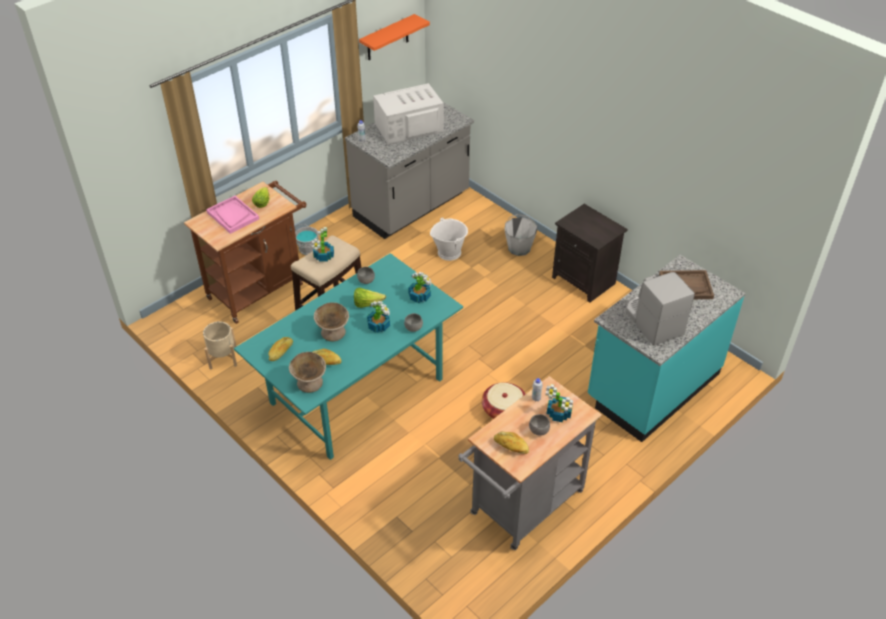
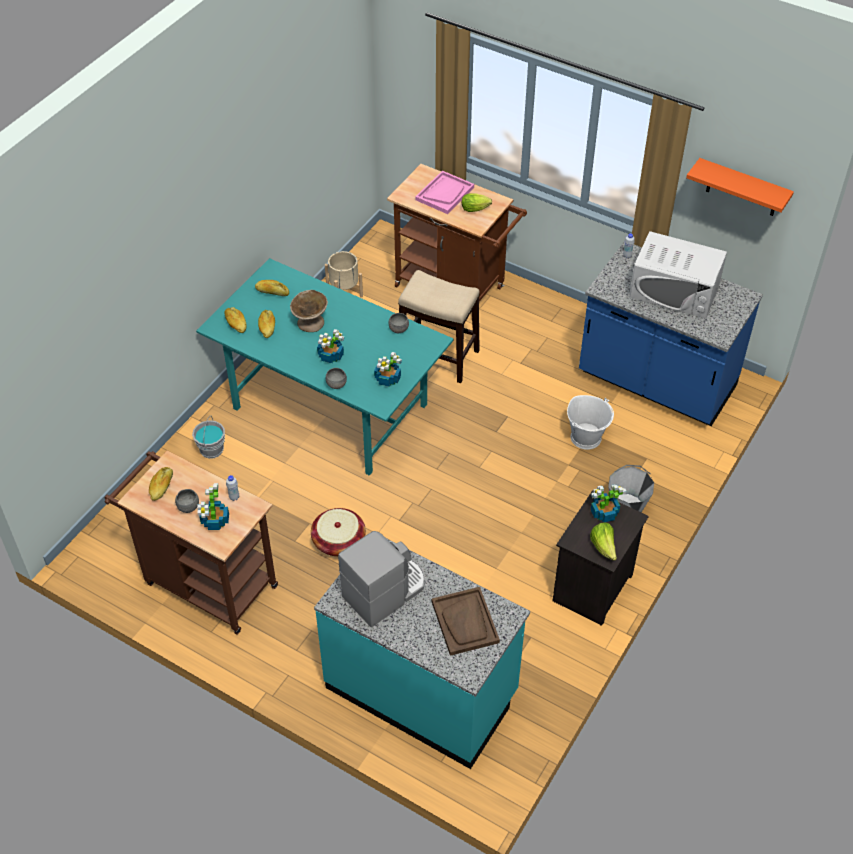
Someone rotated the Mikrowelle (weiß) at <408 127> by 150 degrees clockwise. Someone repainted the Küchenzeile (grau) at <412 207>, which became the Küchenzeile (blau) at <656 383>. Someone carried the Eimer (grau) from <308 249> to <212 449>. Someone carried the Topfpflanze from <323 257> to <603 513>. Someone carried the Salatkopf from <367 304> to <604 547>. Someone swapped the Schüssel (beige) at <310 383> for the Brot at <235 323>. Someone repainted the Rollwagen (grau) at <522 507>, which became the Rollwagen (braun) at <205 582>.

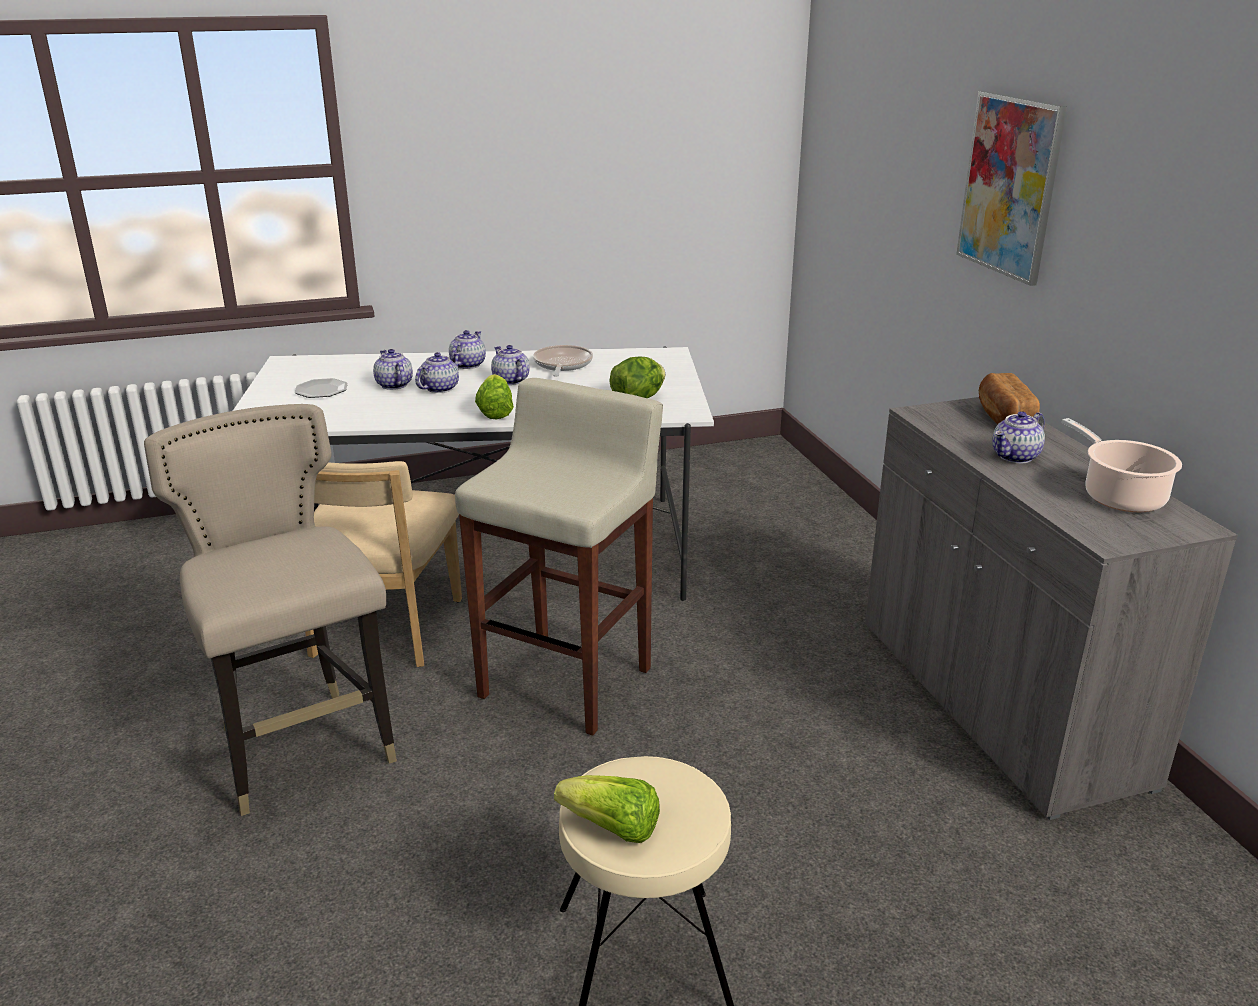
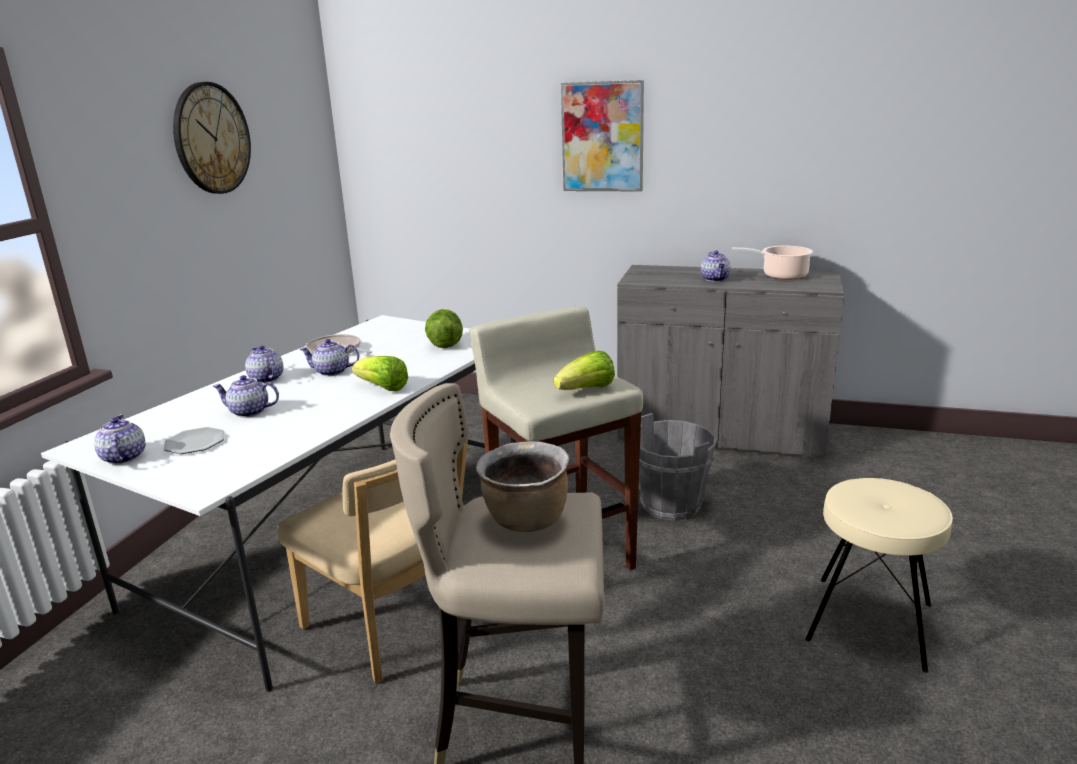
Someone carried the Teekanne from <439 388> to <123 458>. Someone took away the Brot at <1003 418>. Someone carried the Salatkopf from <612 828> to <587 390>. Someone put up the Wanduhr at <211 138>. Someone put down the Eimer (grau) at <671 505>. Someone put down the Kochtopf (braun) at <526 521>.

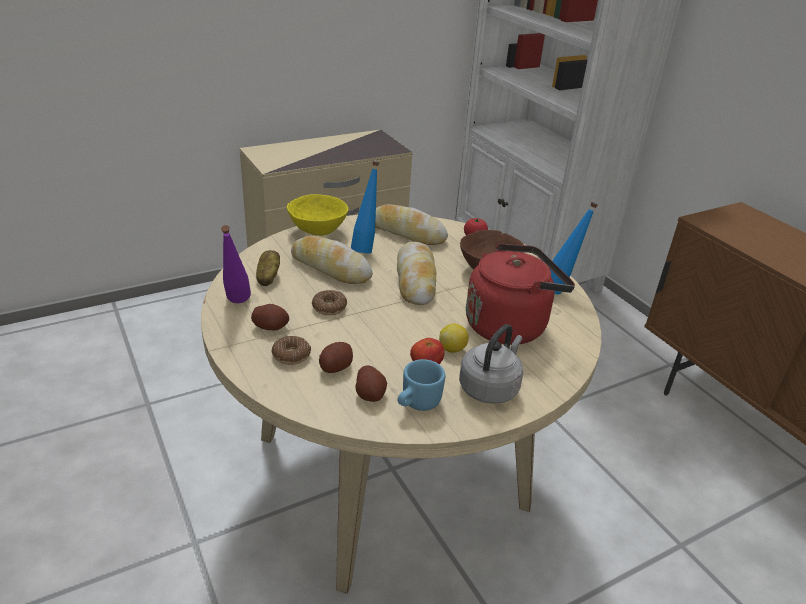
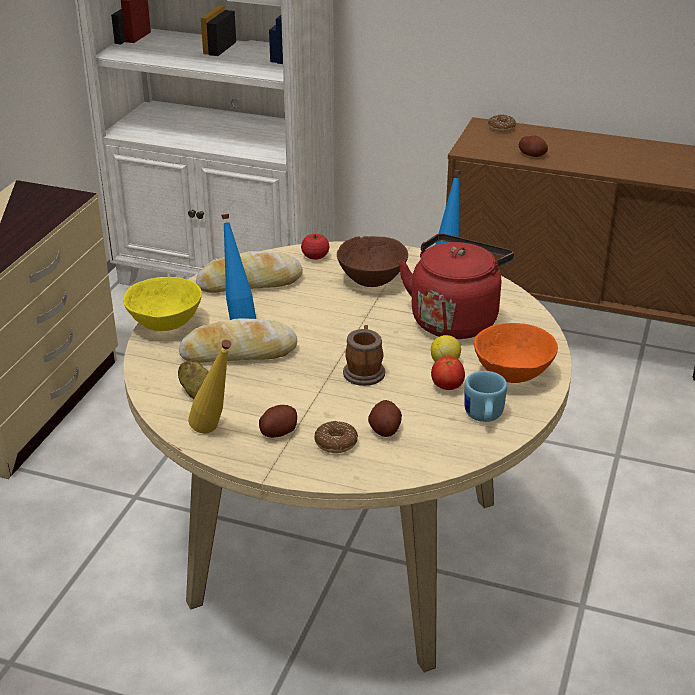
Someone repainted the Flasche (lila) at <237 305>, which became the Flasche (gelb) at <215 433>. Someone took away the Brot at <415 280>. Someone carried the Donut from <329 307> to <501 128>. Someone swapped the Wasserkessel (grau) at <490 387> for the Schüssel (orange) at <512 374>. Someone carried the Kartoffel from <370 394> to <532 155>. Someone put down the Henkelbecher at <364 371>.

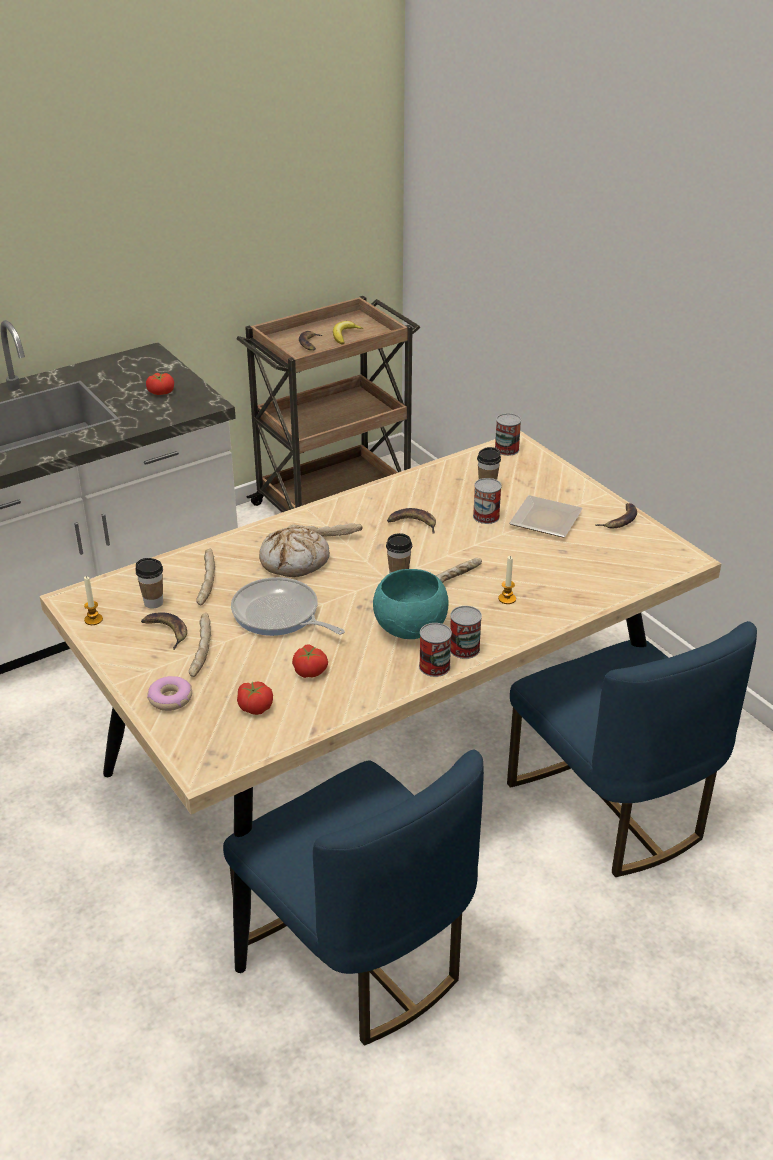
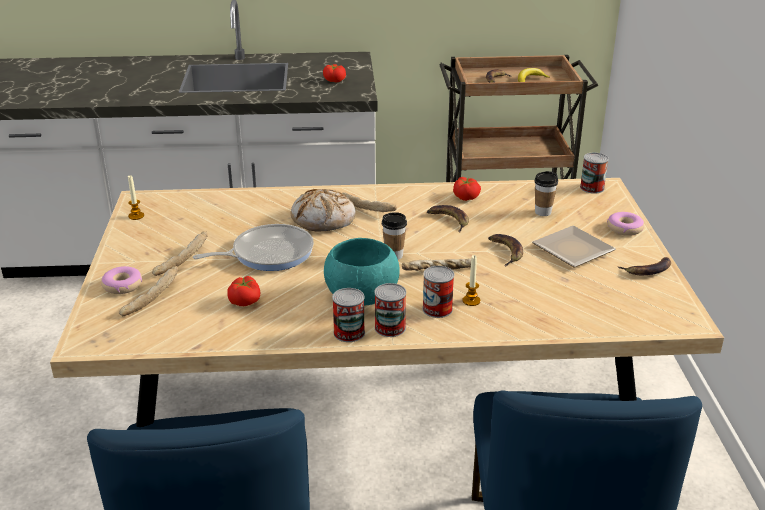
Someone carried the Dose from <486 516> to <437 309>. Someone carried the Brot from <205 583> to <150 298>. Someone took away the Tasse at <153 603>. Someone rotated the Pfanne at <279 615> by 90 degrees clockwise. Someone carried the Banane from <166 631> to <505 252>. Someone carried the Tomate from <255 706> to <466 197>. Someone put down the Donut at <625 228>.

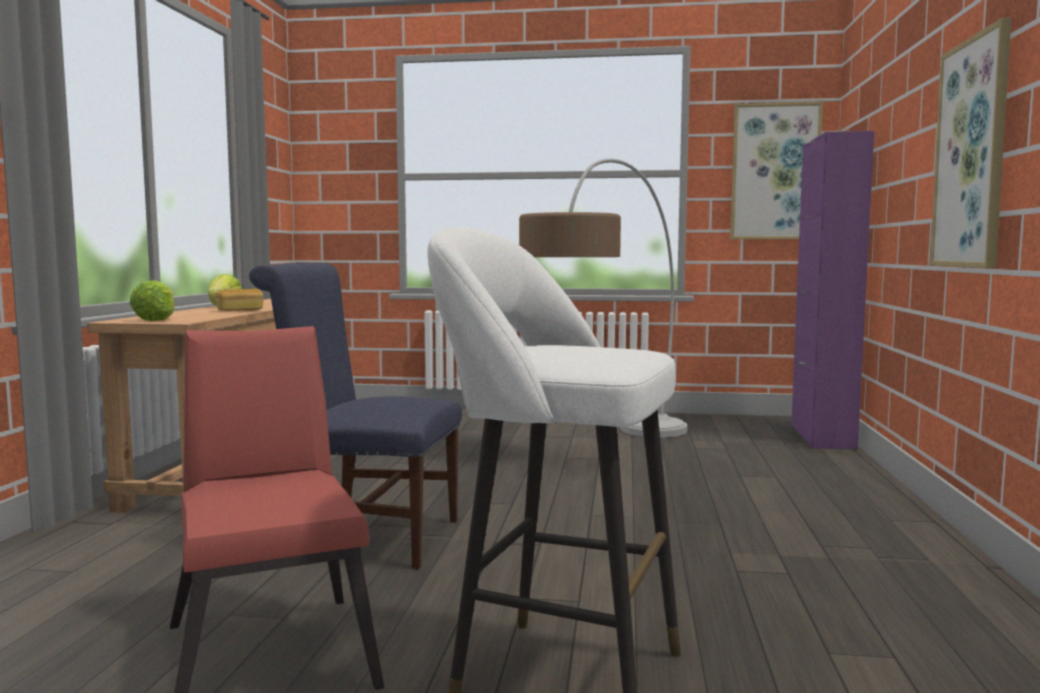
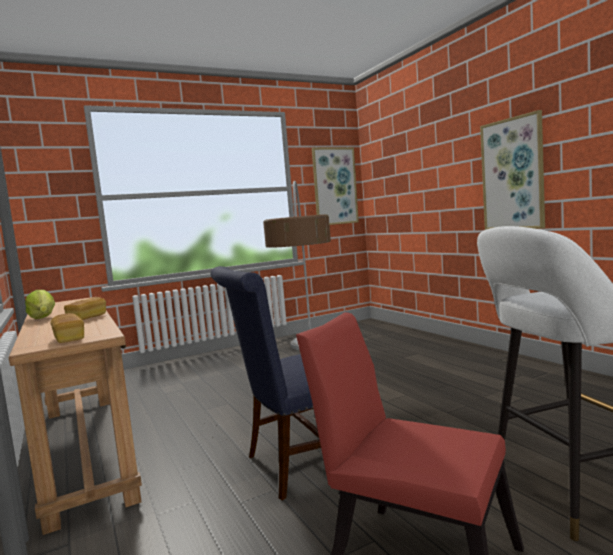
Someone took away the Schrank (lila) at <822 437>. Someone swapped the Salatkopf at <156 320> for the Brot at <69 339>.

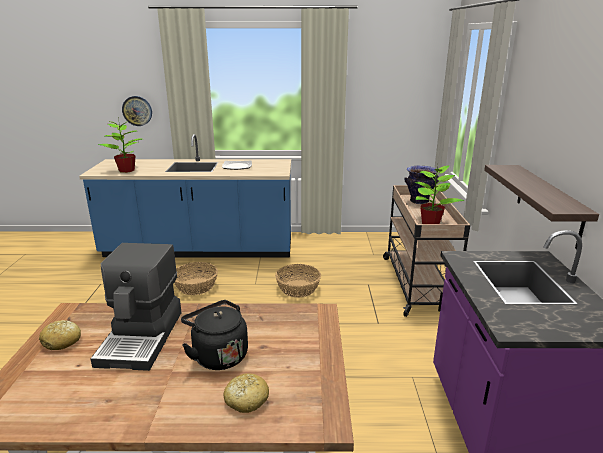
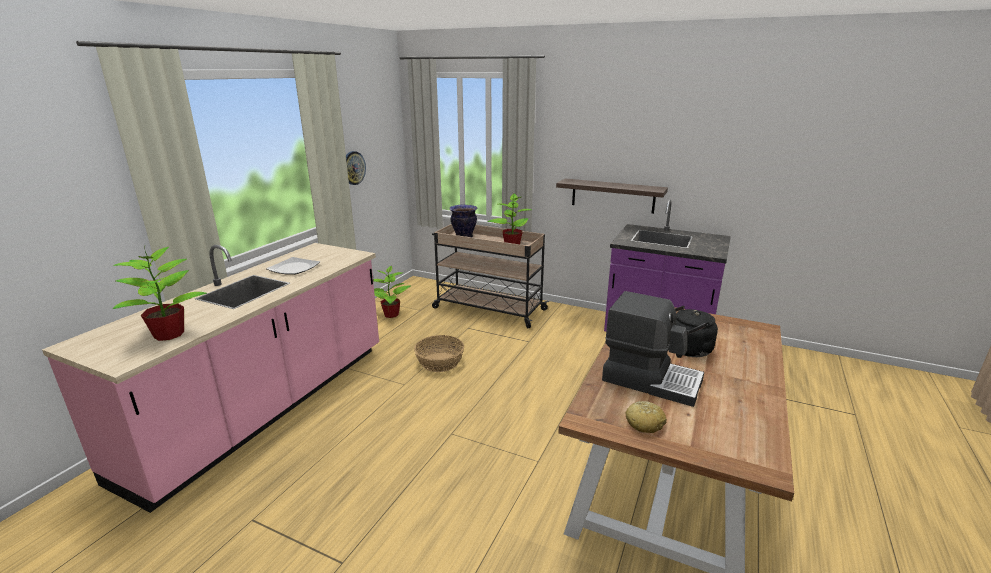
Someone carried the Wanduhr from <137 111> to <353 168>. Someone repainted the Küchenzeile (blau) at <199 250>, which became the Küchenzeile (rosa) at <267 407>. Someone took away the Korb at <196 286>. Someone took away the Brot at <246 400>. Someone put down the Topfpflanze at <390 314>.

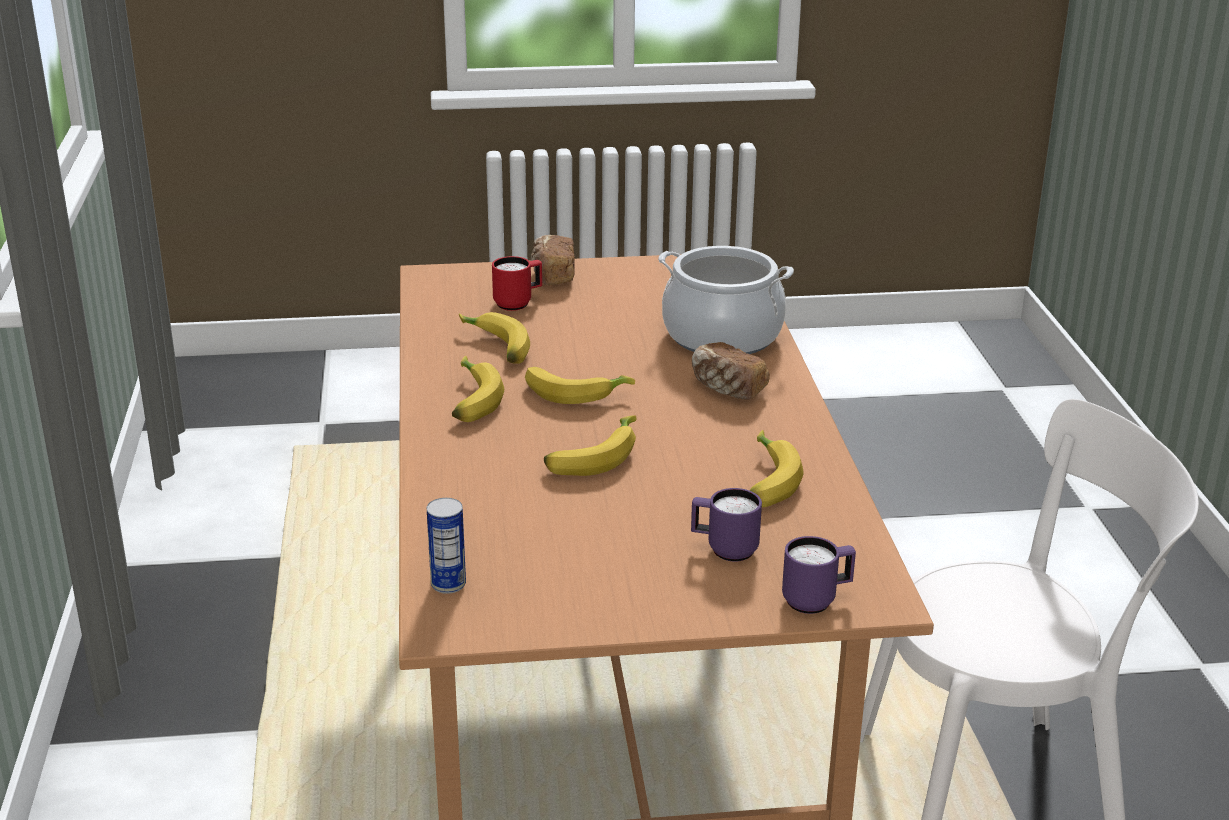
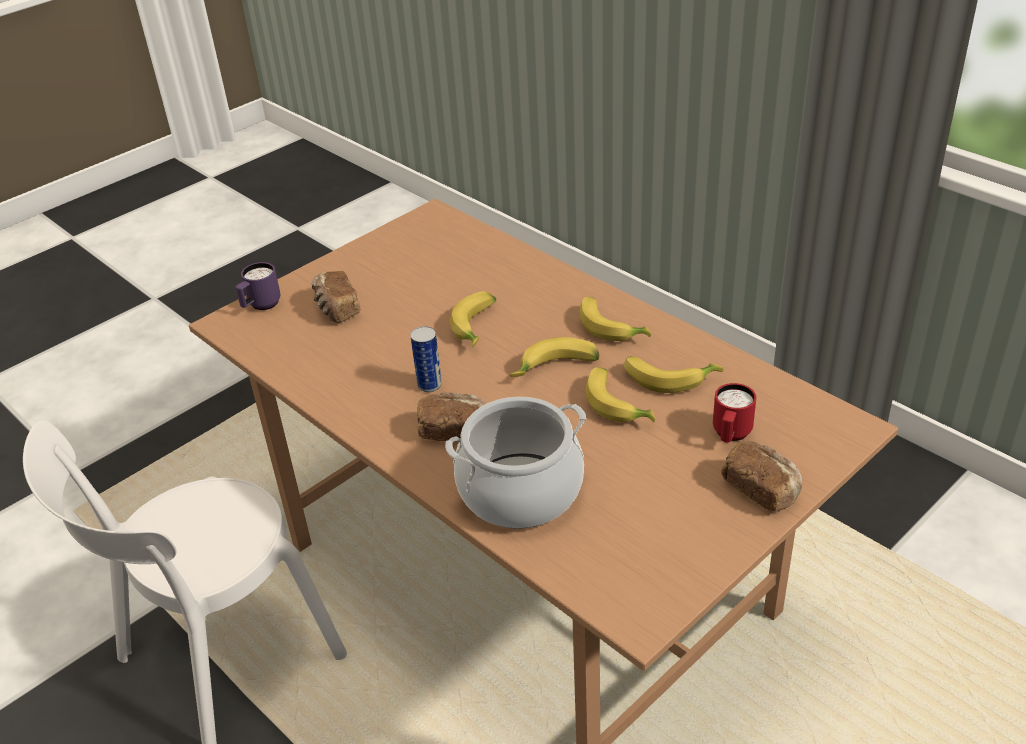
Someone carried the Banane from <764 481> to <618 404>. Someone swapped the Henkelbecher (lila) at <724 549> for the Brot at <336 309>. Someone carried the Dose from <448 584> to <429 385>.

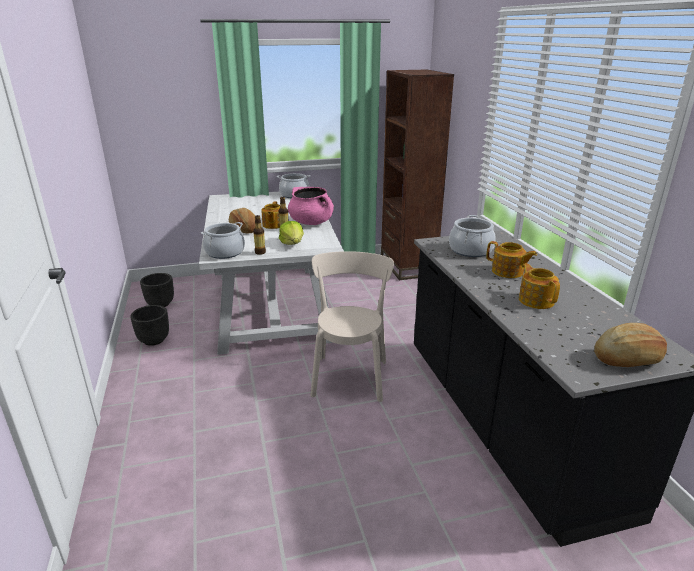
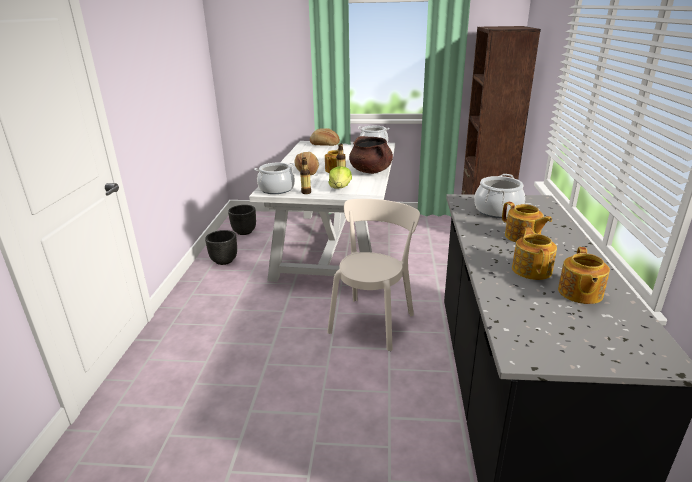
Someone repainted the Kochtopf (rosa) at <311 222>, which became the Kochtopf (braun) at <371 171>. Someone carried the Brot from <628 359> to <324 144>. Someone put down the Teekanne at <579 293>.

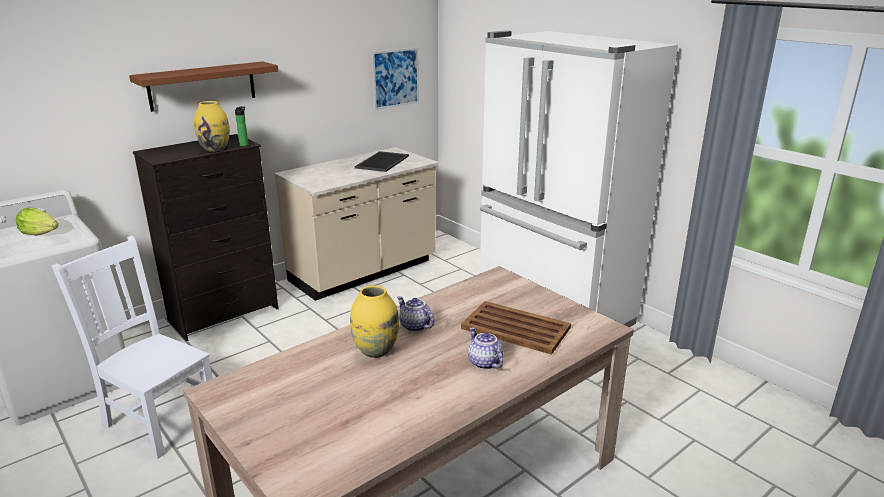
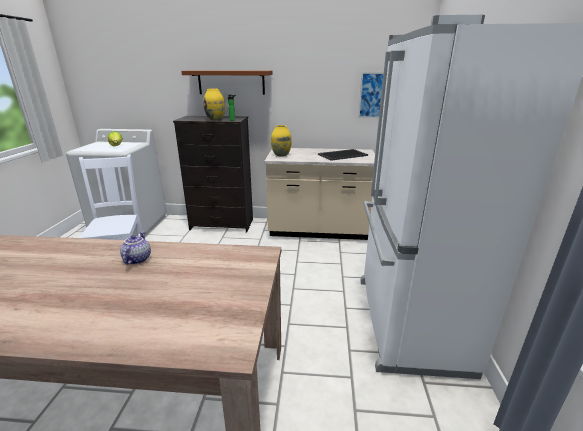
Someone carried the Vase (gelb) from <375 350> to <281 155>. Someone took away the Tablett (braun) at <515 328>. Someone took away the Teekanne at <483 362>.

